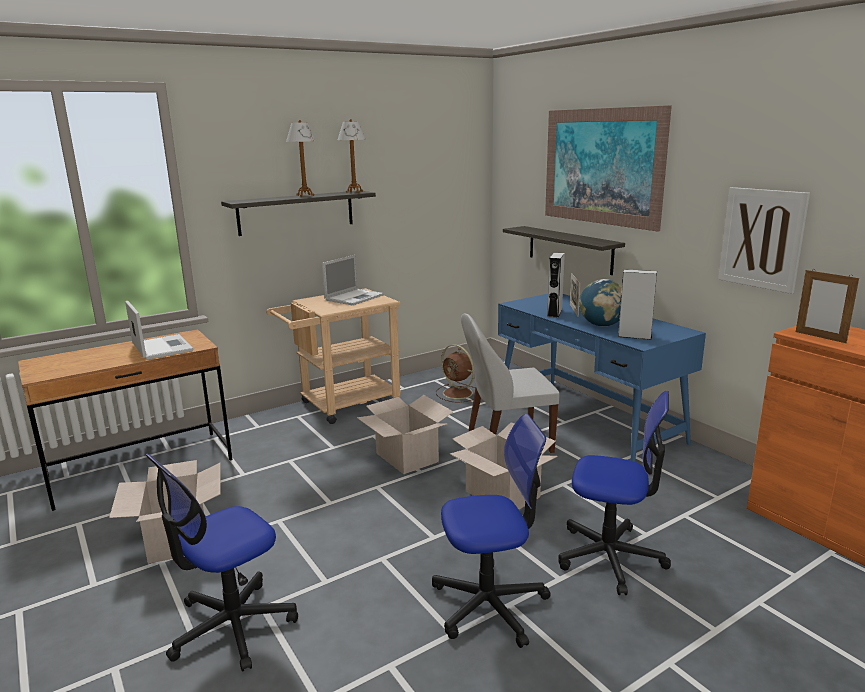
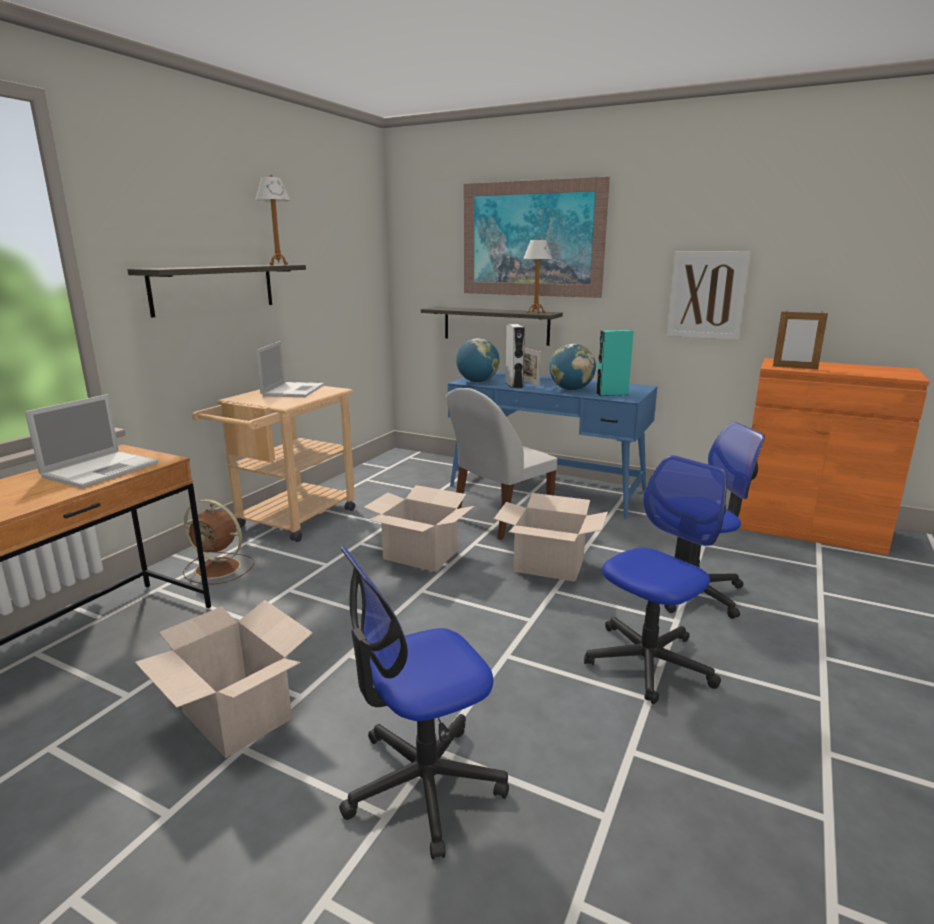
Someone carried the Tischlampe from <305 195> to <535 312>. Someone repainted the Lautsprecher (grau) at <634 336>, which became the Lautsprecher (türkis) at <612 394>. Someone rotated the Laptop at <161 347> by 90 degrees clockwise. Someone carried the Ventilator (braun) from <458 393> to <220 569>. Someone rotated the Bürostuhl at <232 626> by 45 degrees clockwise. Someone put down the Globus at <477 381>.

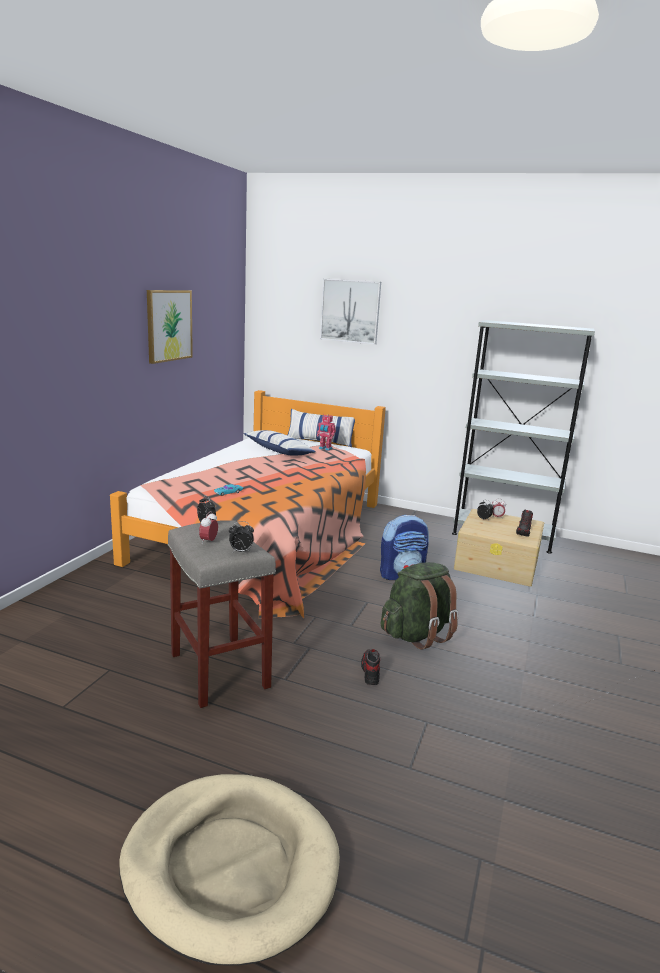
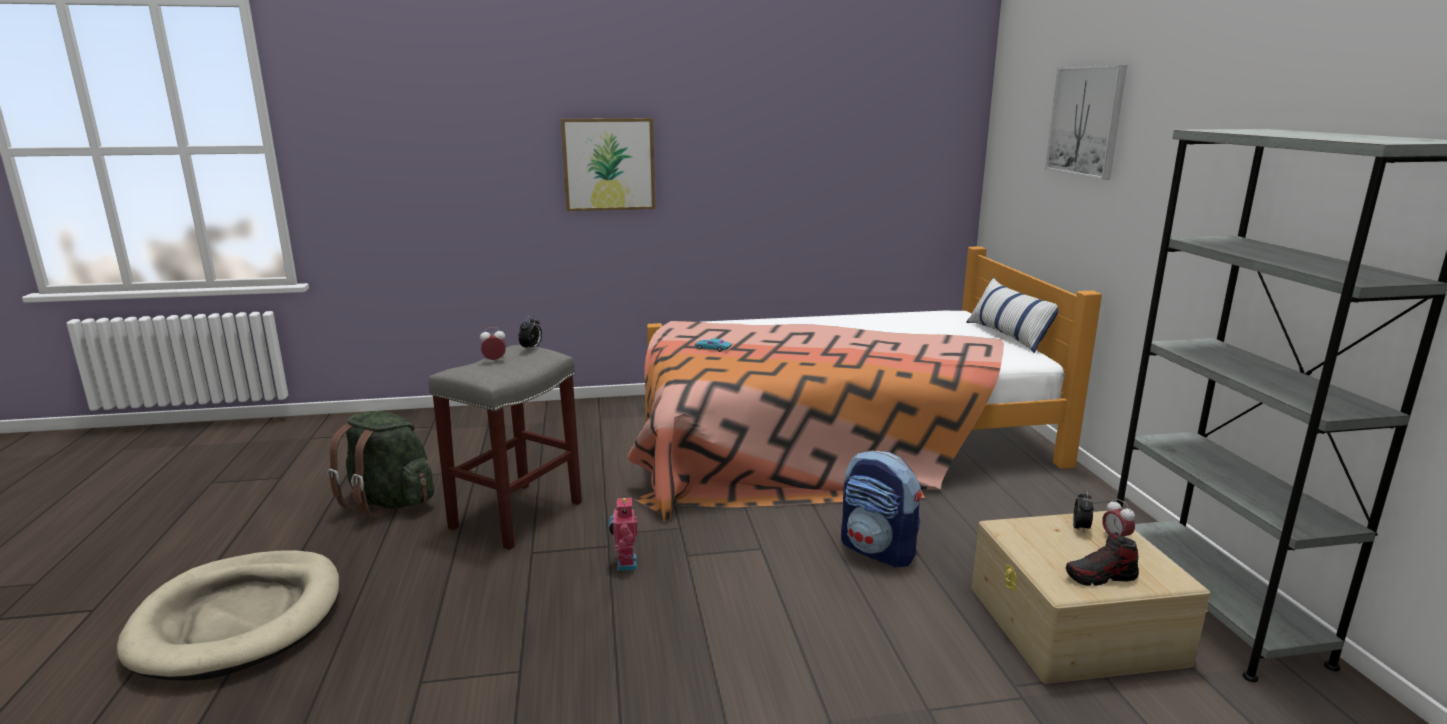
Someone carried the Bild from <169 325> to <609 164>. Someone carried the Spielzeugroboter from <325 449> to <625 564>. Someone took away the Kissen at <278 451>. Someone took away the Wecker at <241 551>. Someone carried the Rucksack (grün) from <417 634> to <389 502>. Someone took away the Schuh at <370 672>.

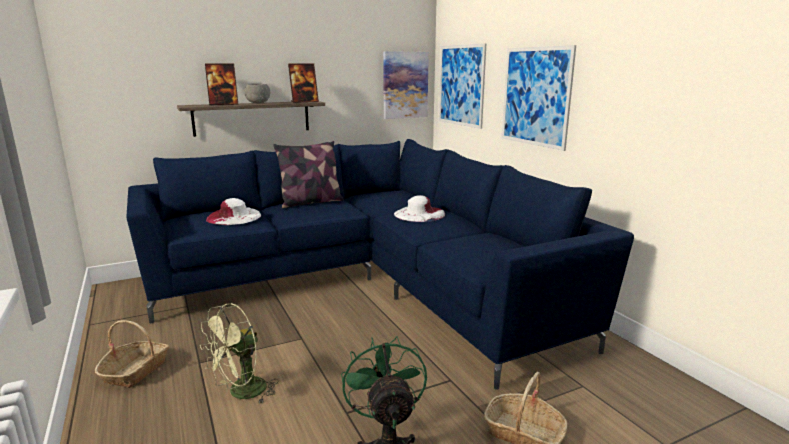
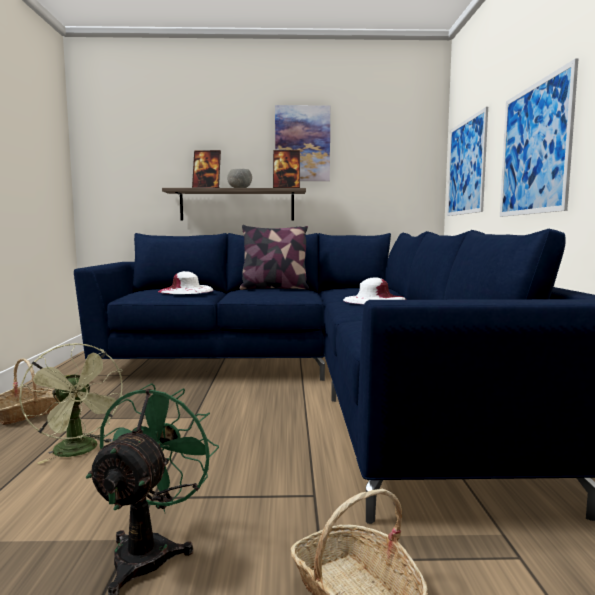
Someone carried the Bild from <405 85> to <302 144>. Someone rotated the Ventilator (grün) at <241 393> by 105 degrees counterclockwise.

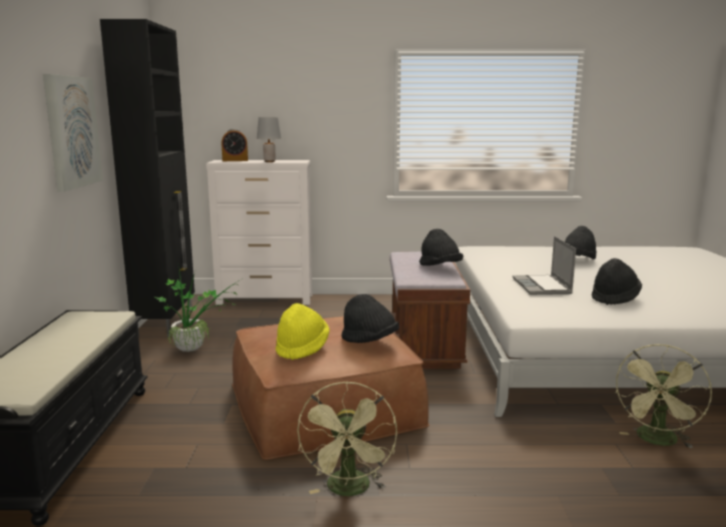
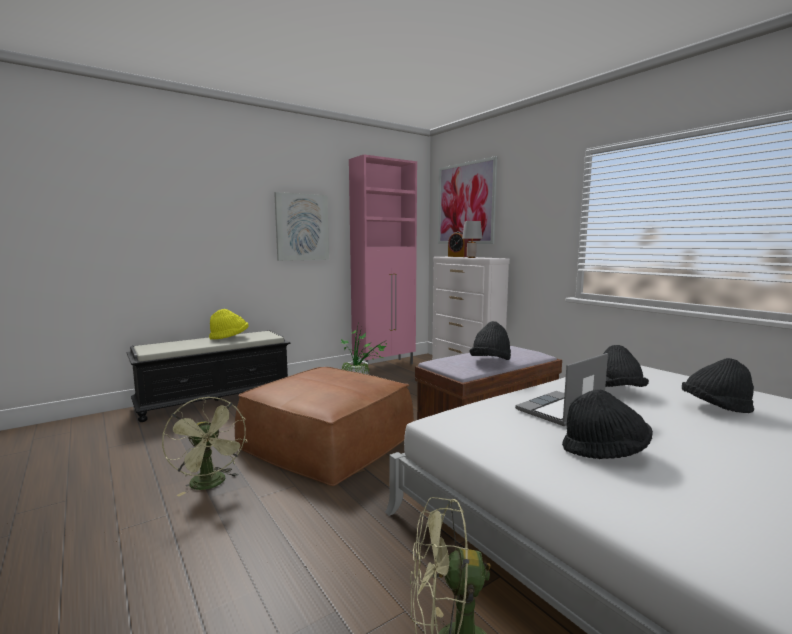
Someone repainted the Schrank (schwarz) at <166 322>, which became the Schrank (rosa) at <385 365>. Someone carried the Hut (schwarz) from <369 341> to <617 390>. Someone carried the Hut (gelb) from <302 348> to <229 338>. Someone rotated the Ventilator (grün) at <349 490> by 90 degrees counterclockwise. Someone put up the Bild at <465 203>.

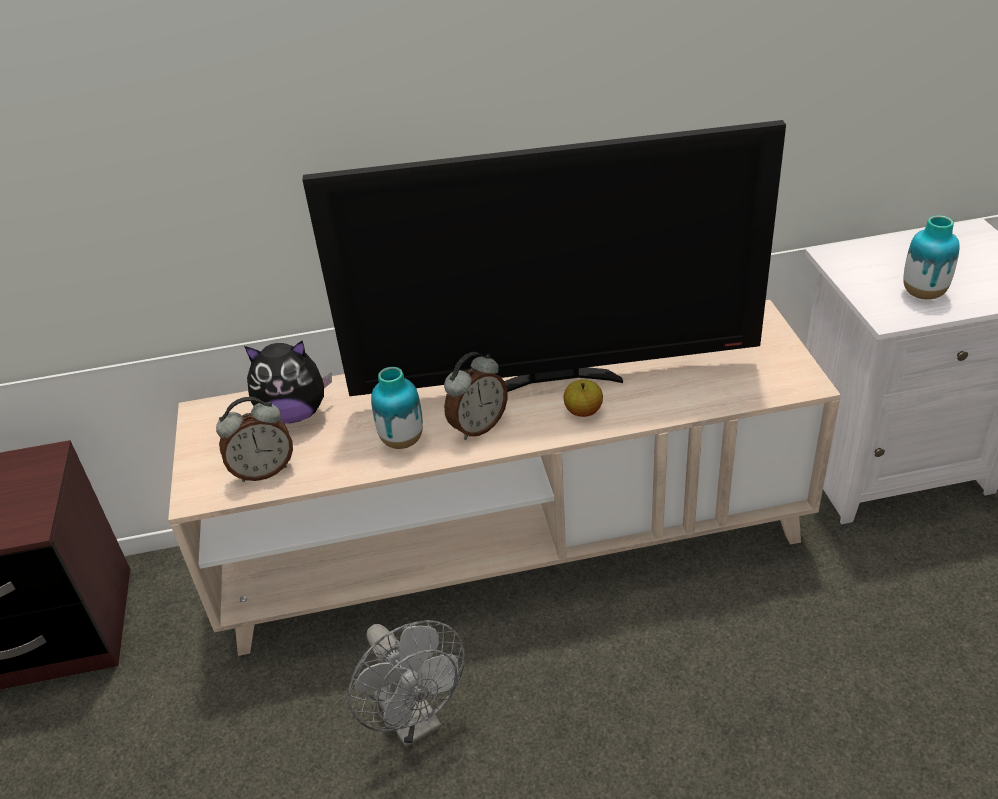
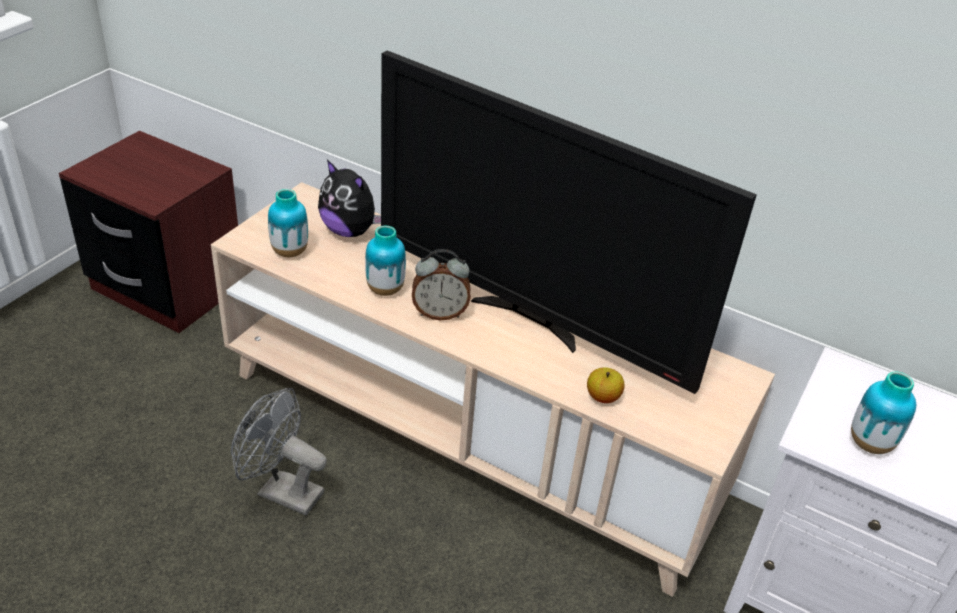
Someone carried the Apfel from <583 411> to <603 397>. Someone swapped the Wecker at <263 470> for the Vase at <290 252>. Someone rotated the Ventilator (grau) at <414 721> by 105 degrees clockwise.

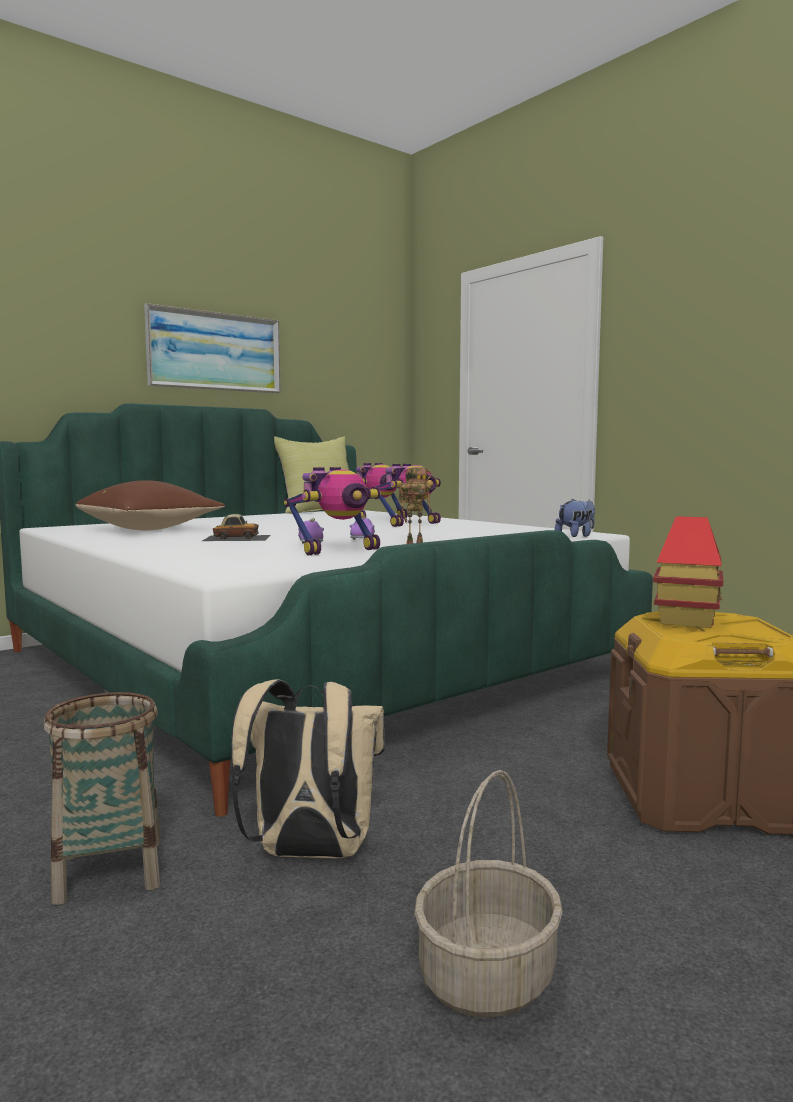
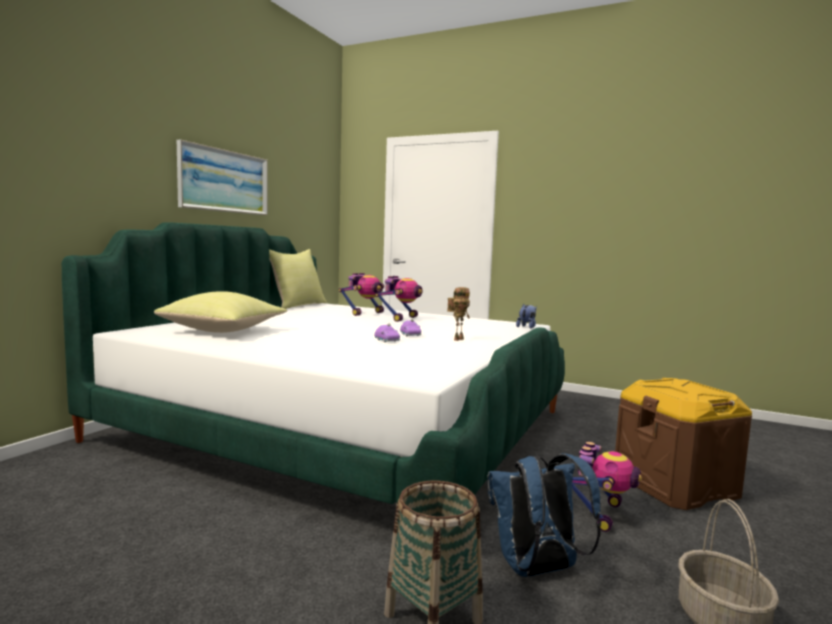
Someone carried the Spielzeugroboter from <337 551> to <599 514>. Someone repainted the Kissen (braun) at <151 529>, which became the Kissen (gelb) at <224 331>. Someone took away the Spielzeugauto at <237 538>. Someone took away the Spielzeughaus at <686 620>. Someone repainted the Rucksack (beige) at <309 854>, which became the Rucksack (blau) at <537 570>.

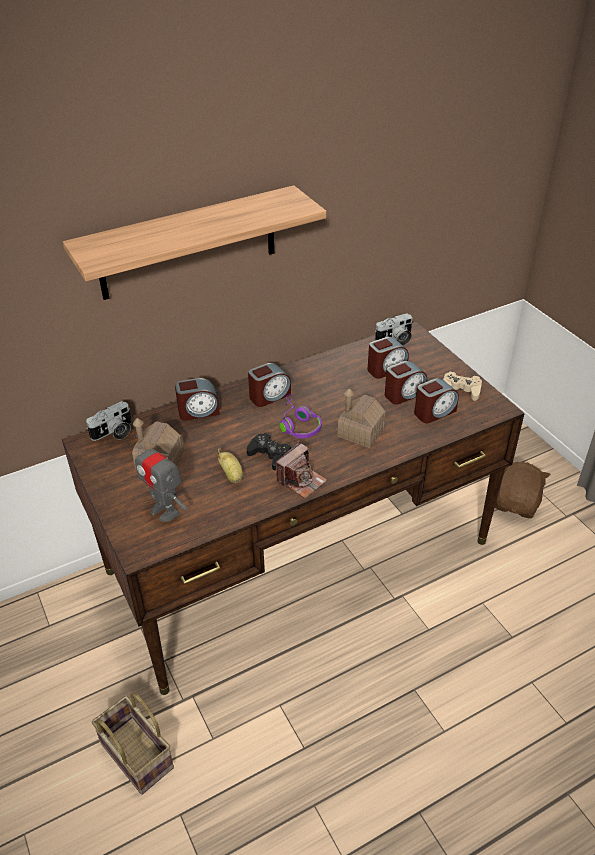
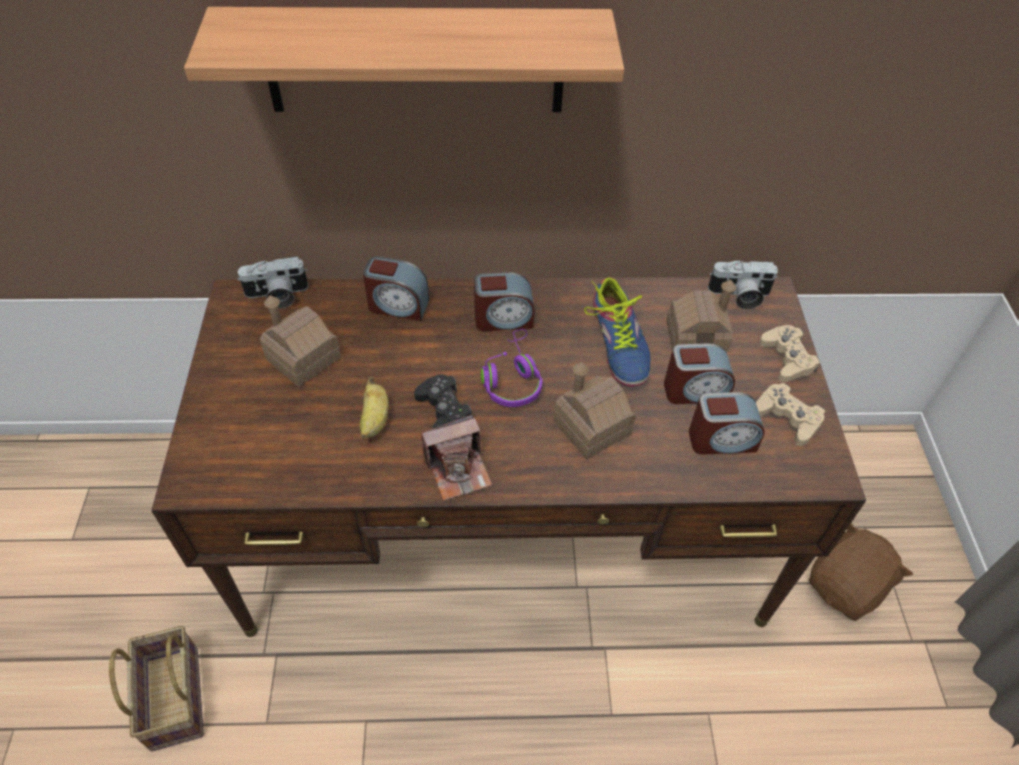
Someone swapped the Wecker at <386 369> for the Spielzeughaus at <695 339>. Someone took away the Spielzeugroboter at <165 511>. Someone put down the Schuh at <619 343>. Someone put down the Gamepad (beige) at <787 359>.

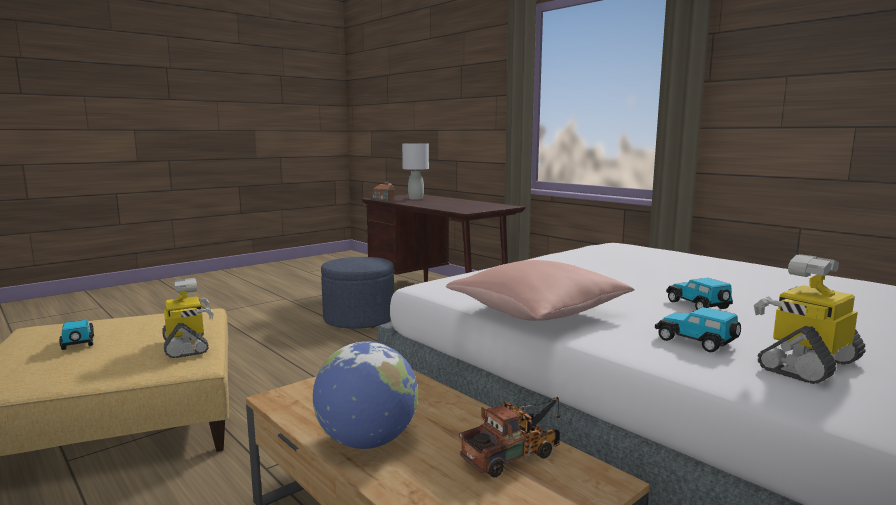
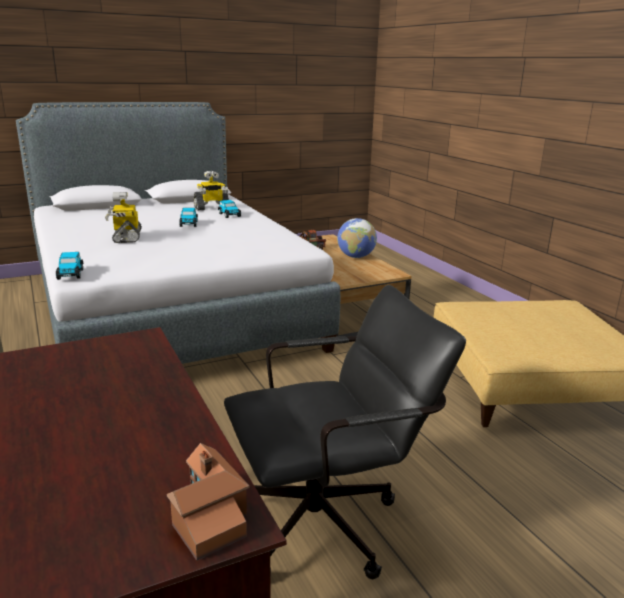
Someone took away the Tischlampe (grau) at <416 198>. Someone swapped the Polsterhocker (blau) at <359 319> for the Bürostuhl (schwarz) at <330 520>. Someone took away the Kissen (rosa) at <537 313>. Someone carried the Spielzeugroboter from <187 346> to <126 237>. Someone carried the Spielzeugauto from <78 343> to <70 274>.

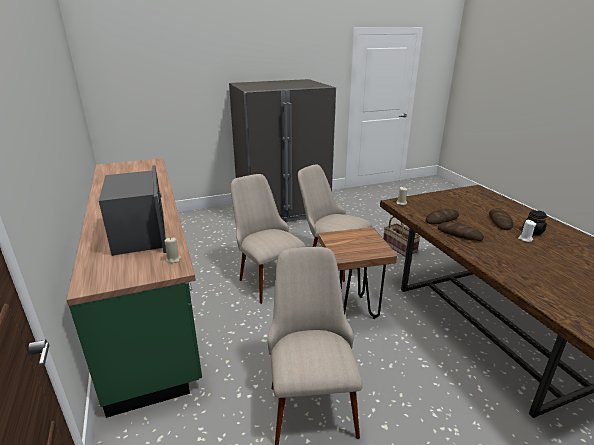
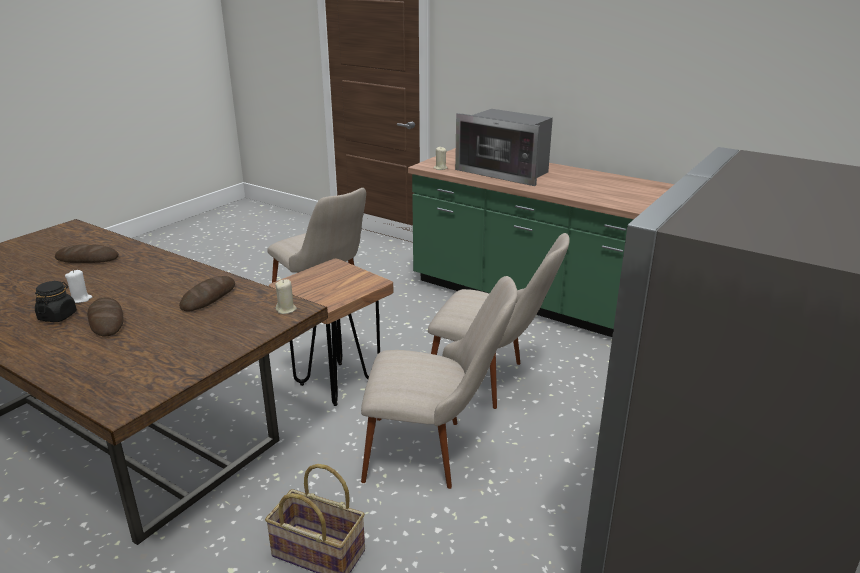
Someone carried the Brot from <459 234> to <87 259>.

